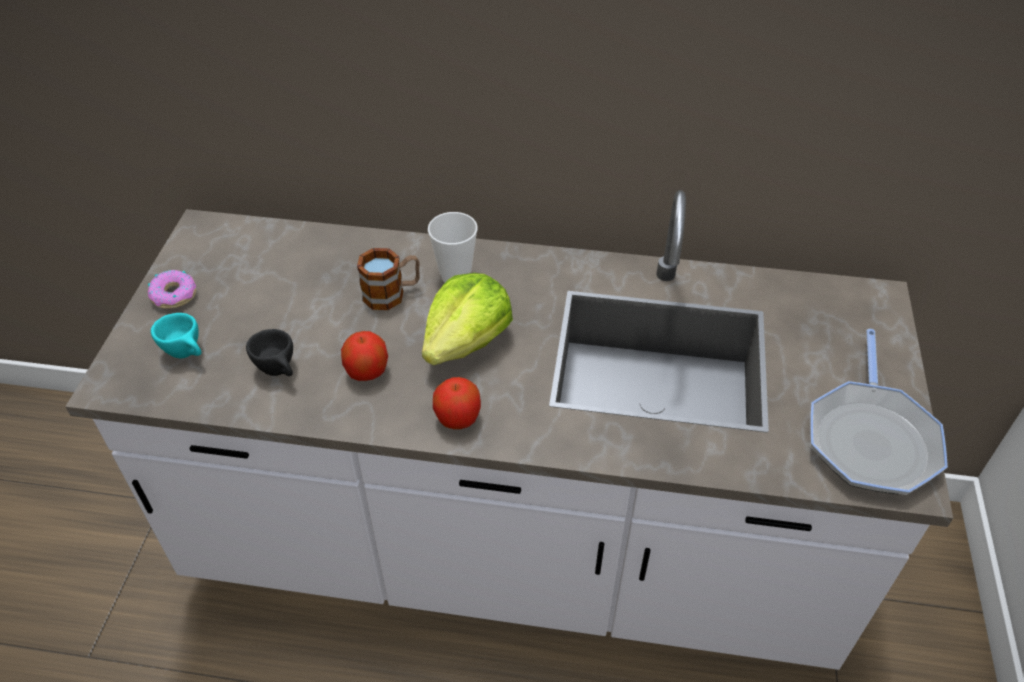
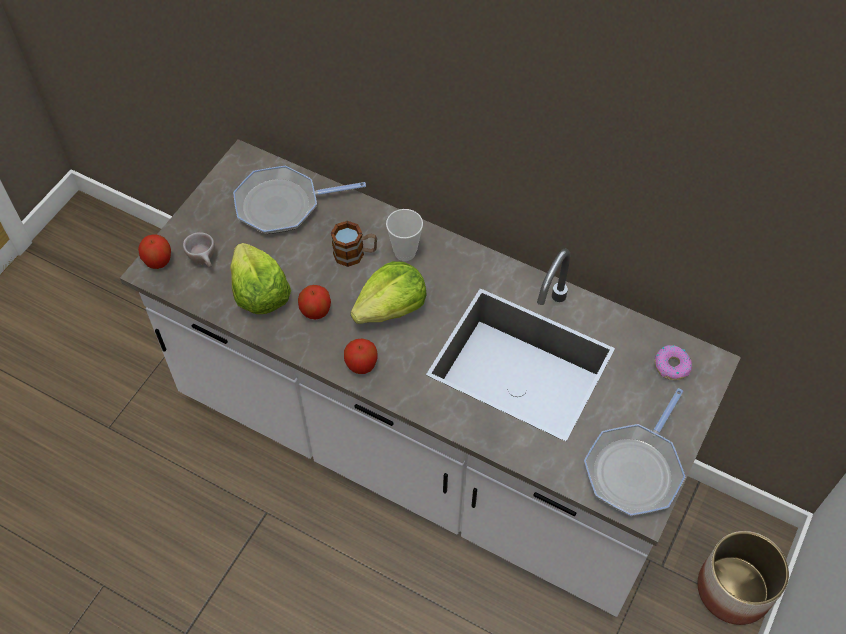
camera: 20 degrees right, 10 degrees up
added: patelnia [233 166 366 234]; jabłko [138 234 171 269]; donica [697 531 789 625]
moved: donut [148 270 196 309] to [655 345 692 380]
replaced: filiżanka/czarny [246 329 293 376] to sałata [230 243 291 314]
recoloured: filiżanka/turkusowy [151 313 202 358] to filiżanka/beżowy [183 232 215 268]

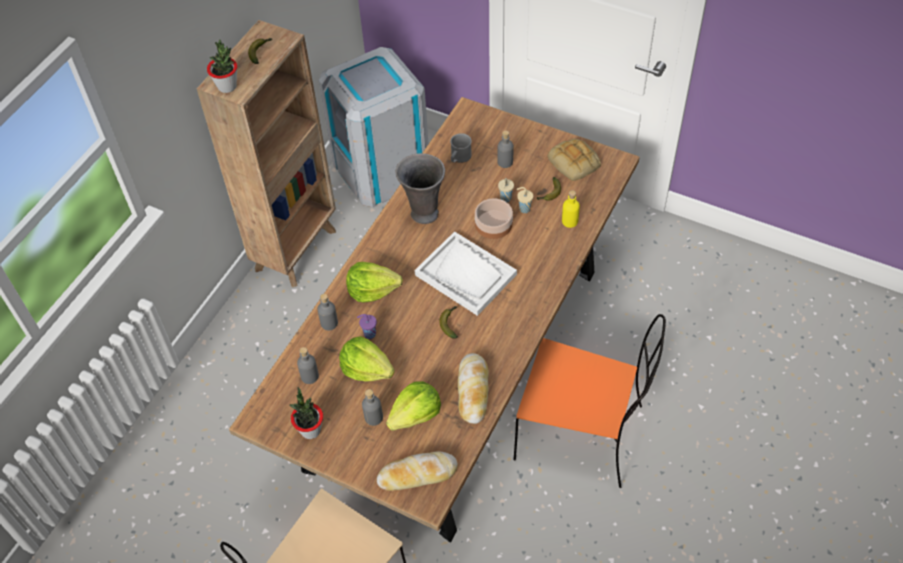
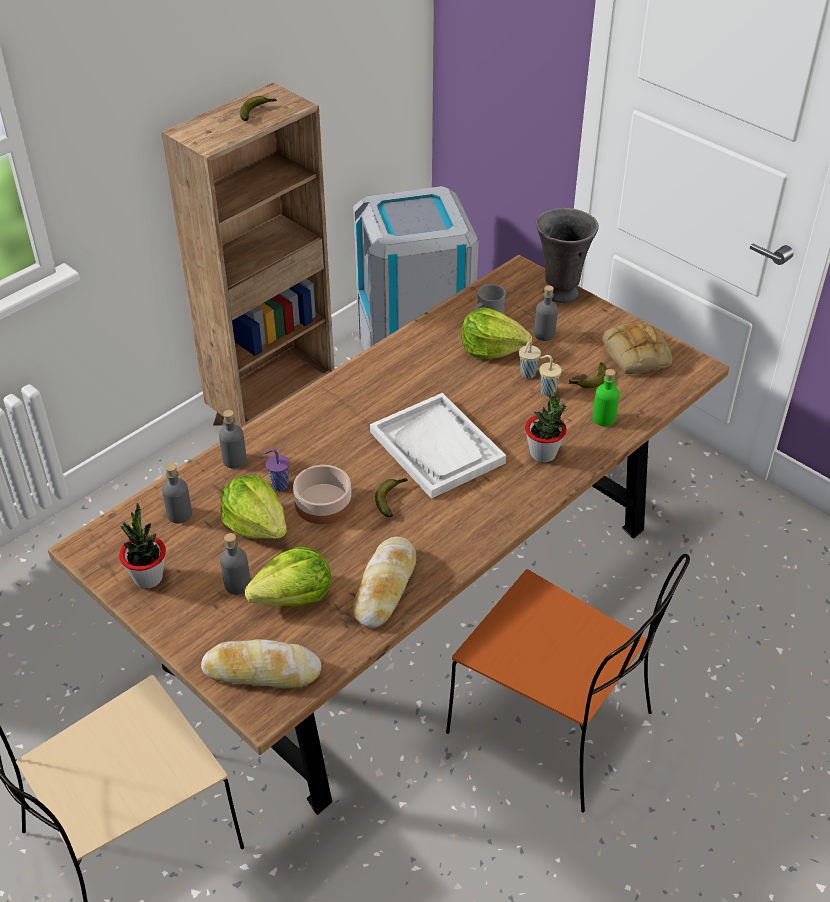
camera: 15 degrees right, 10 degrees down
moved: roślina doniczkowa [207 39 237 93] to [525 392 567 463]; wazon/szary [395 153 445 224] to [536 208 598 303]; miska [475 198 513 239] to [293 465 352 524]; sałata [346 262 403 303] to [461 307 532 359]
recoloured: butelka/żółty [562 190 580 228] to butelka/zielony [592 369 619 427]

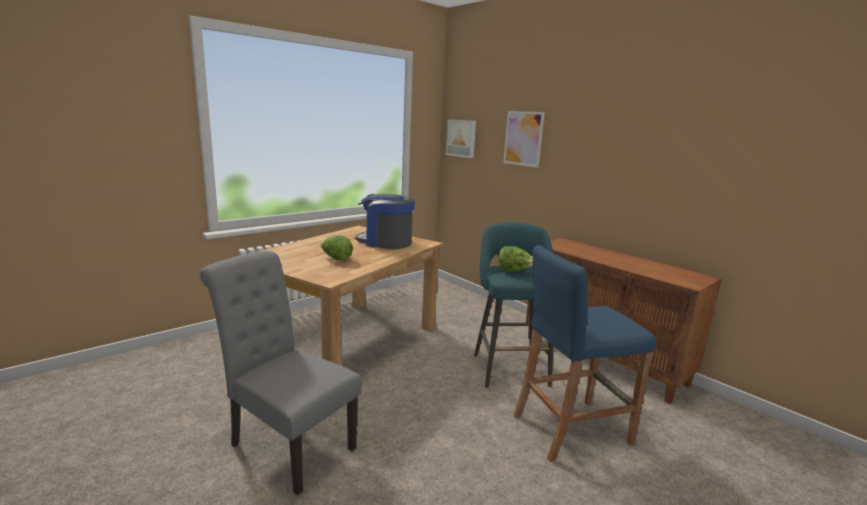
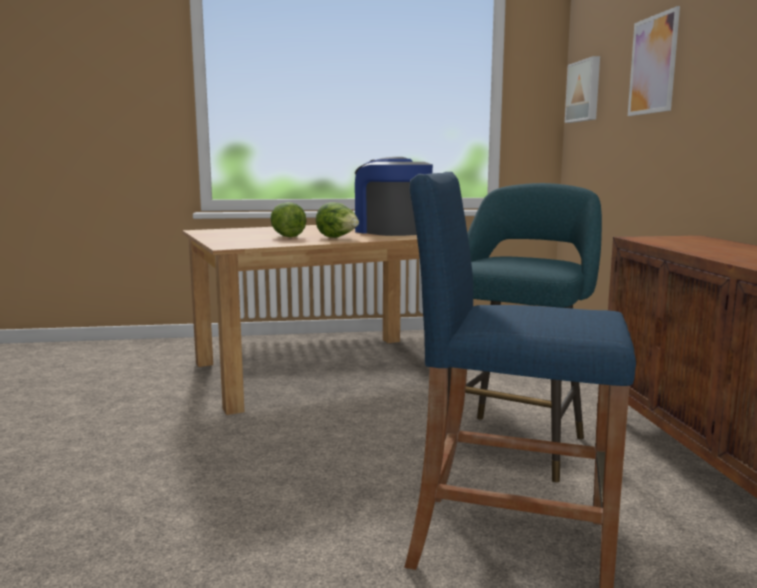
camera: 35 degrees right, 5 degrees down
removed: krzesło/szary [200 251 362 495]
moved: sałata [498 246 533 272] to [316 202 359 238]

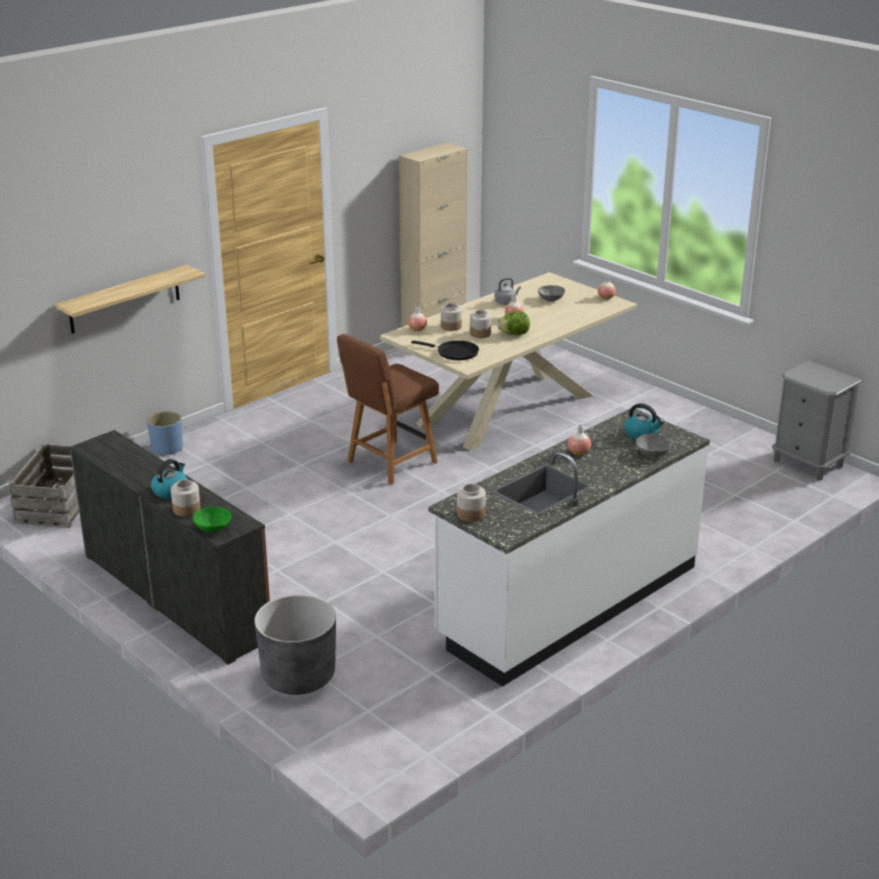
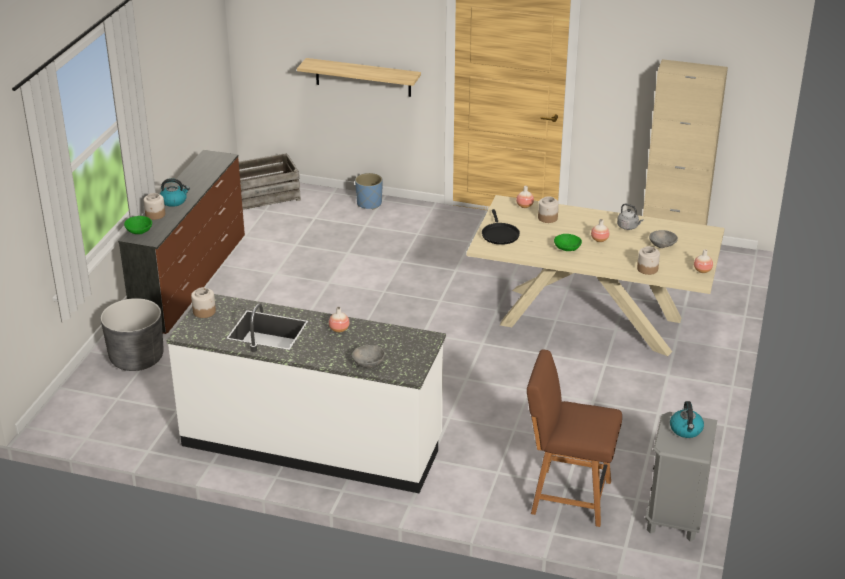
camera: 60 degrees right, 5 degrees up
moved: słoik [470 310 491 338] to [637 246 660 275]; krzesło/brązowy [337 334 439 485] to [527 349 622 527]; czajnik [624 403 665 440] to [670 401 704 438]
replaced: sałata [497 311 530 335] to miska/zielony [554 234 582 251]

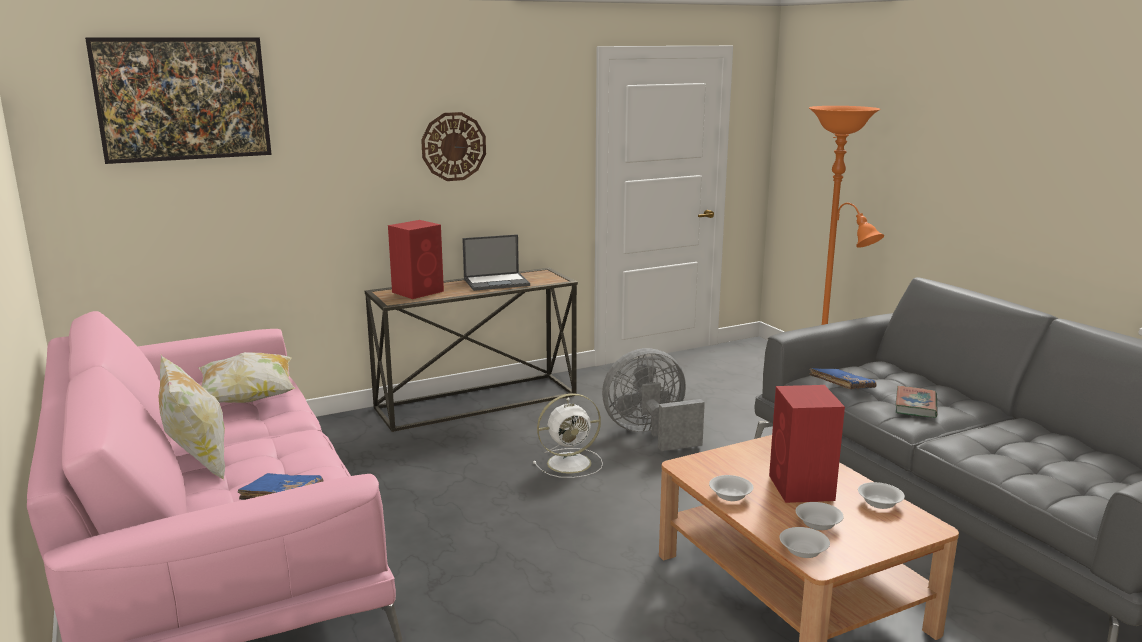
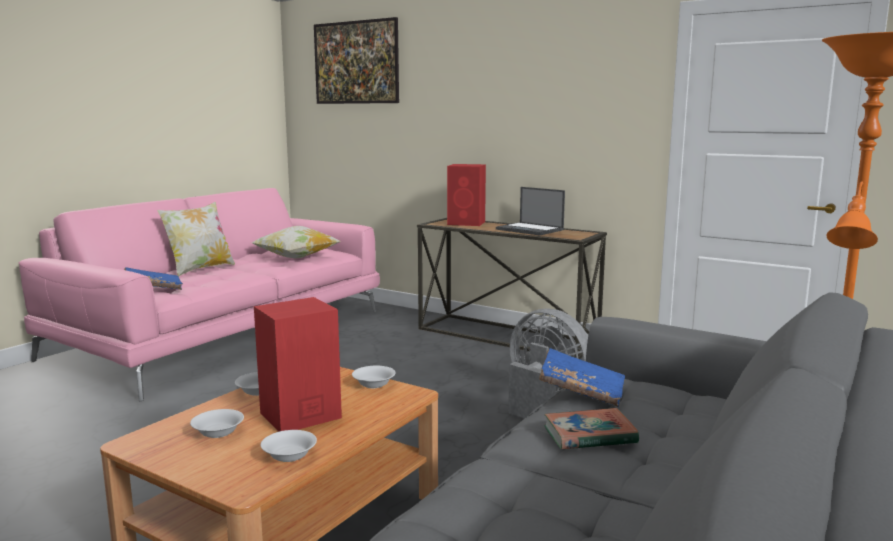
camera: 60 degrees right, 5 degrees down
removed: zegar ścienny [421 112 486 181]; wentylator/biały [533 393 603 478]
moved: miska/biały [779 527 830 558] to [352 366 396 388]

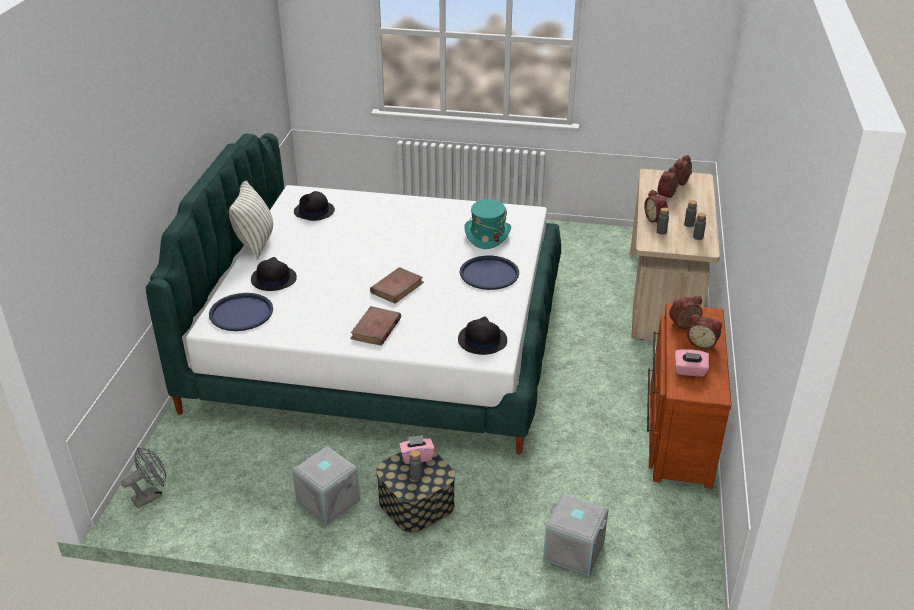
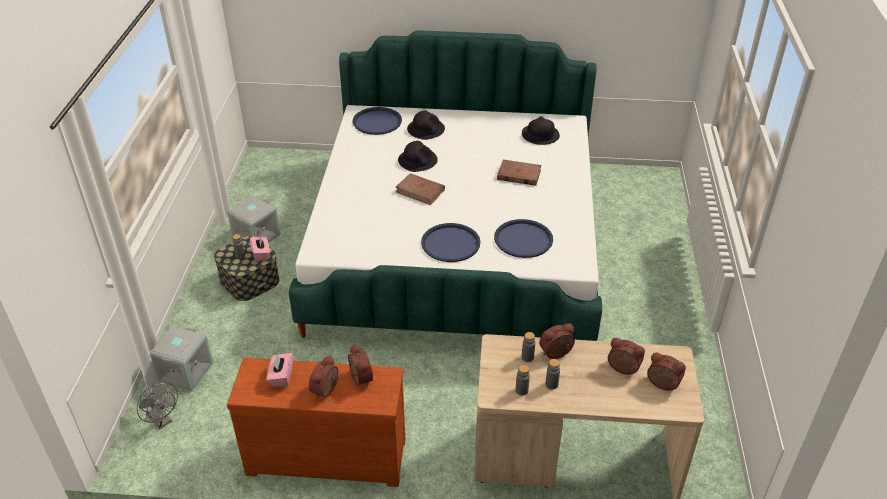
camera: 85 degrees right, 5 degrees up
removed: poduszka [229 181 273 260]
moved: książka/brązowy [350 306 401 346] to [497 160 541 186]; kapelusz/czarny [458 317 507 355] to [398 141 438 172]; wentylator/szary [122 447 167 508] to [137 382 178 429]
replaced: kapelusz/turkusowy [464 199 511 249] to taca/niebieski [494 219 553 258]

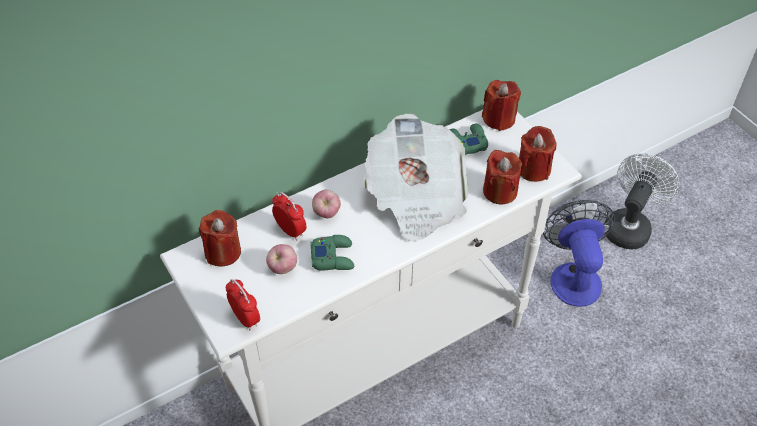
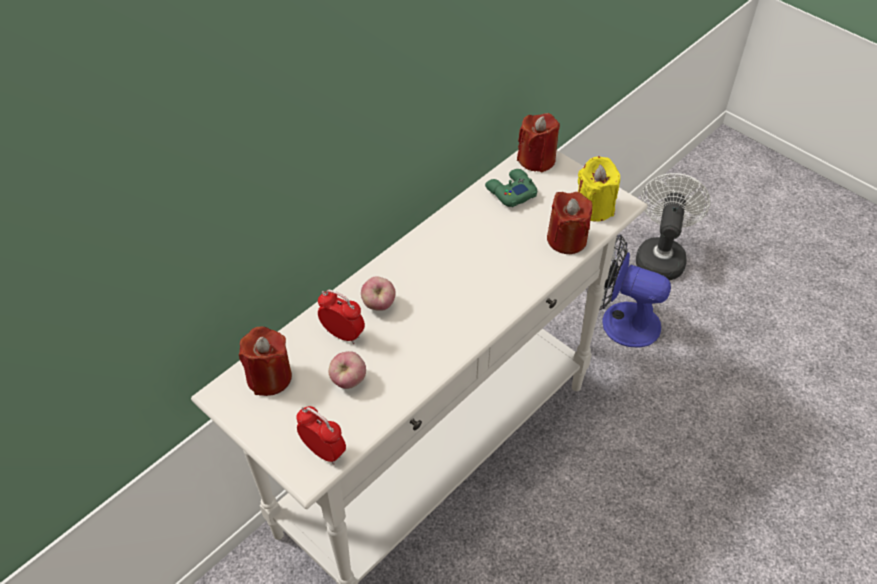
camera: 15 degrees left, 0 degrees up
removed: gazeta [363 114 468 242]; pad do gier/zielony [310 235 354 270]
recoloured: świeca/czerwony [519 126 557 182] to świeca/żółty [578 156 620 222]
turned: wentylator [543 200 615 307] = [599 235 671 348] 45 degrees counterclockwise

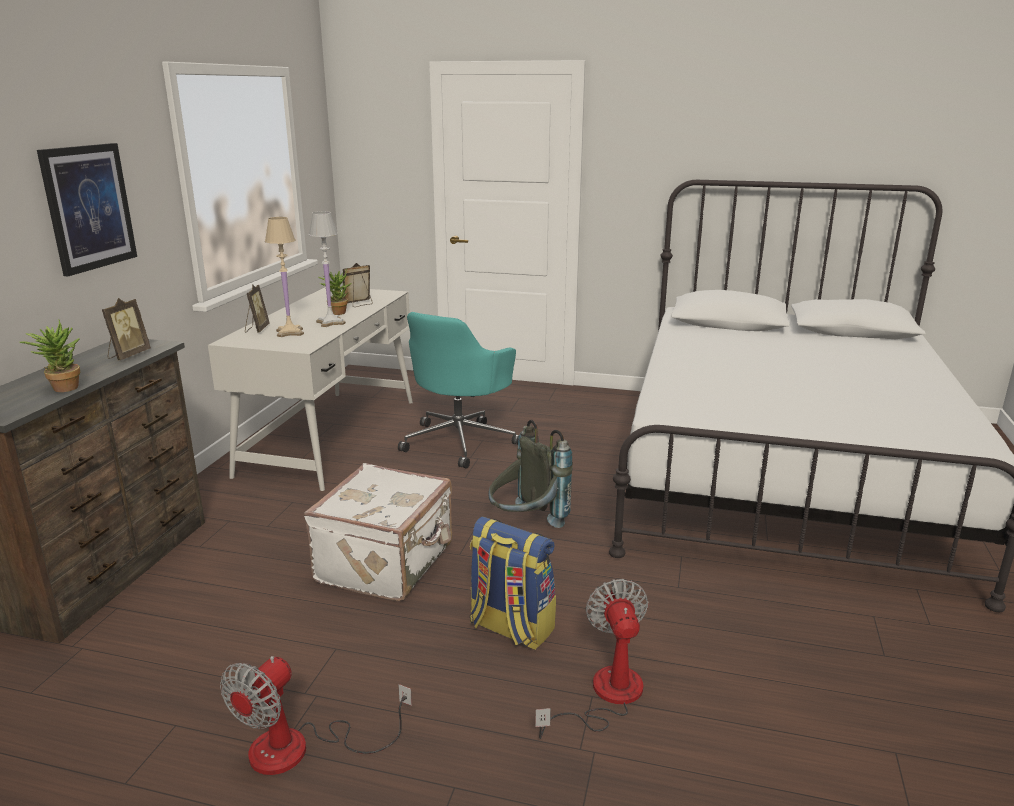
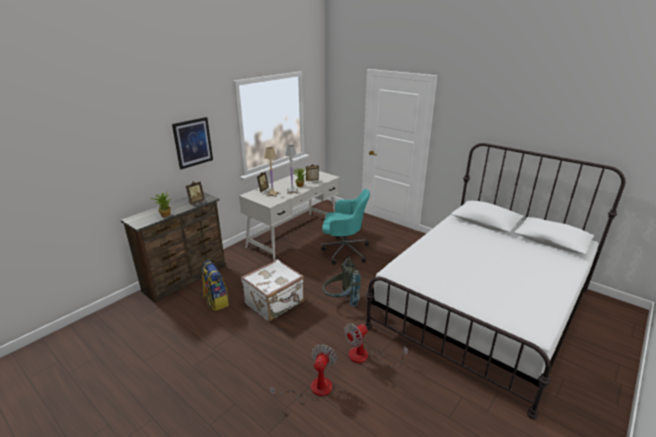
camera: 25 degrees right, 5 degrees up
moved: plecak [470 517 556 650] to [202 260 229 311]; wentylator [220 656 412 775] to [344 323 408 367]
turned: krzesło biurowe/turkusowy [398 312 519 469] = [321 189 370 265] 135 degrees counterclockwise

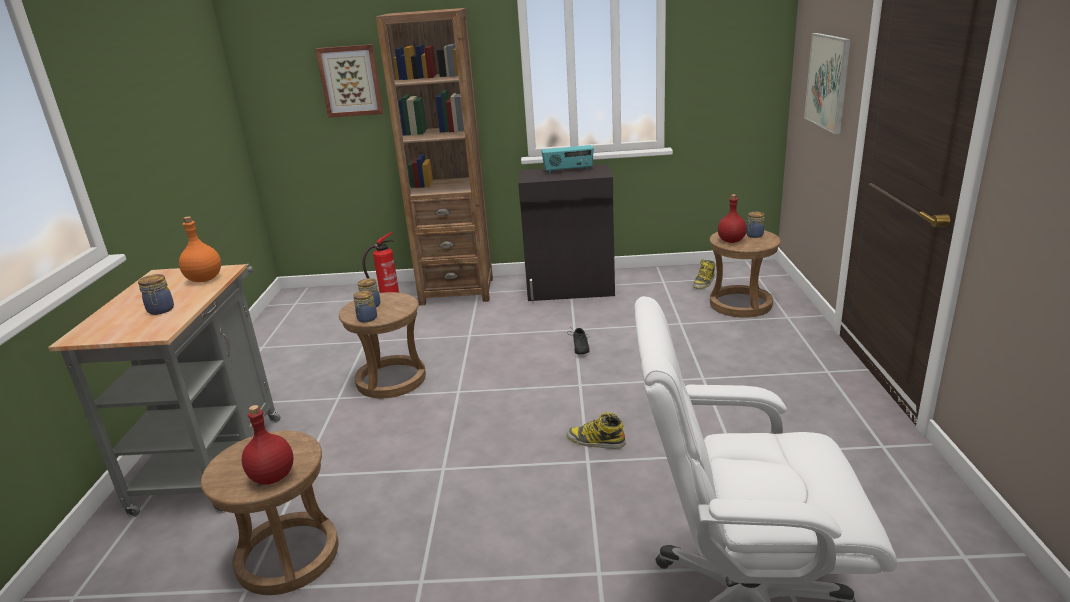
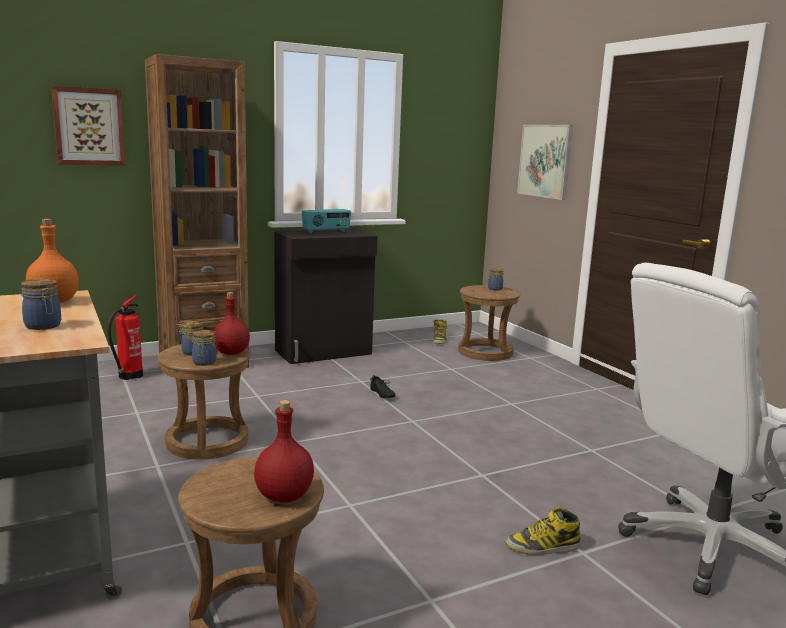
camera: 30 degrees left, 10 degrees down
moved: butelka/czerwony [718 194 747 243] to [214 292 250 355]; but z cholewką [567 412 626 449] to [506 506 581 555]

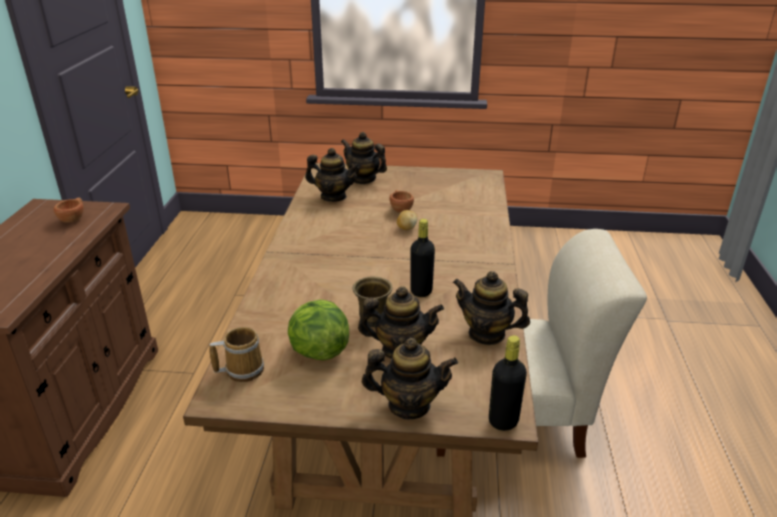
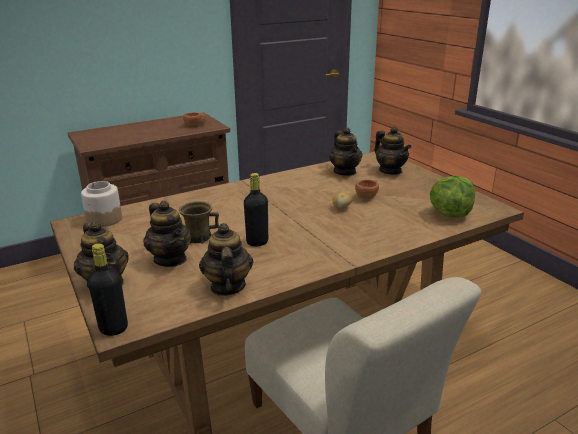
camera: 55 degrees right, 5 degrees down
moved: sałata [288 300 349 361] to [430 176 475 218]
replaced: kubek [209 327 264 382] to słoik [81 181 122 227]
turned: imbryk [341 132 387 184] = [374 127 411 175] 150 degrees clockwise

